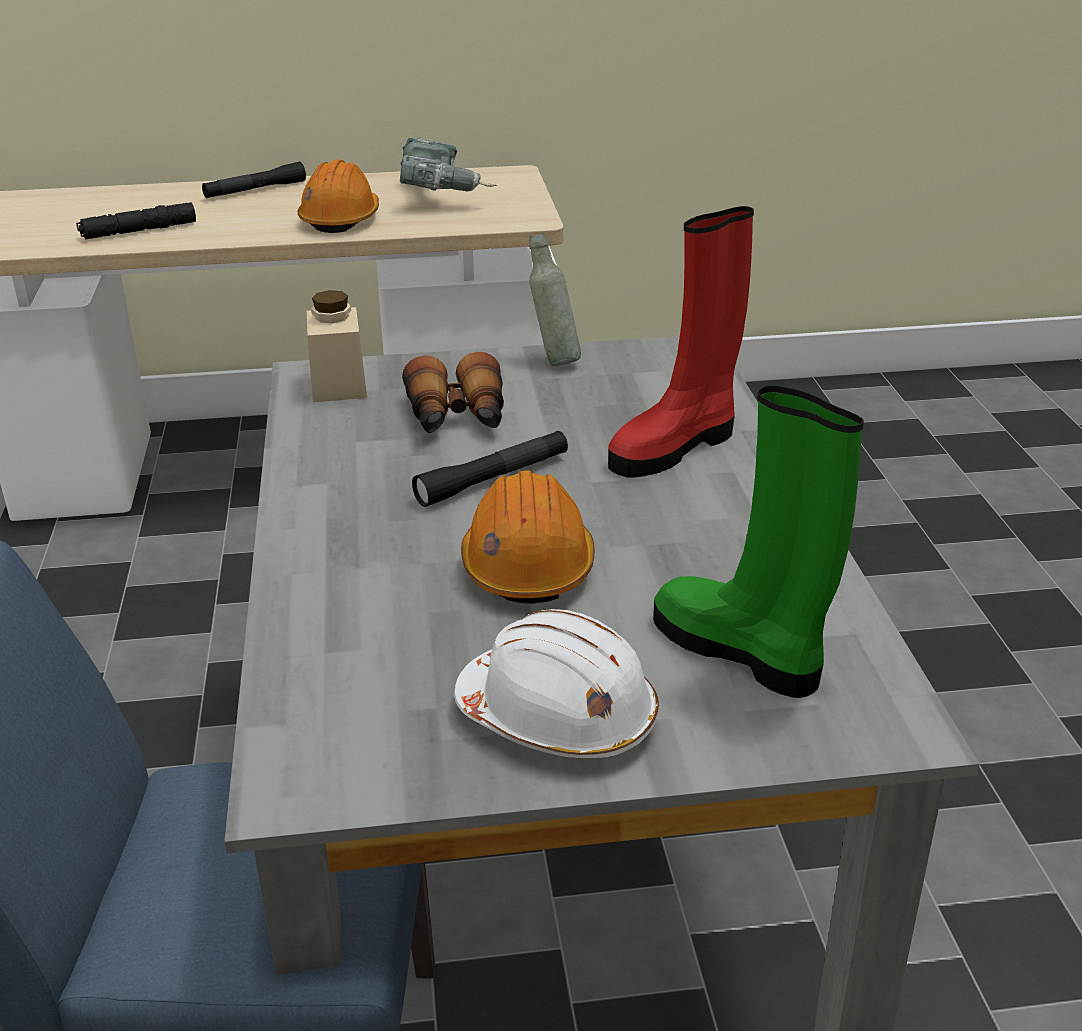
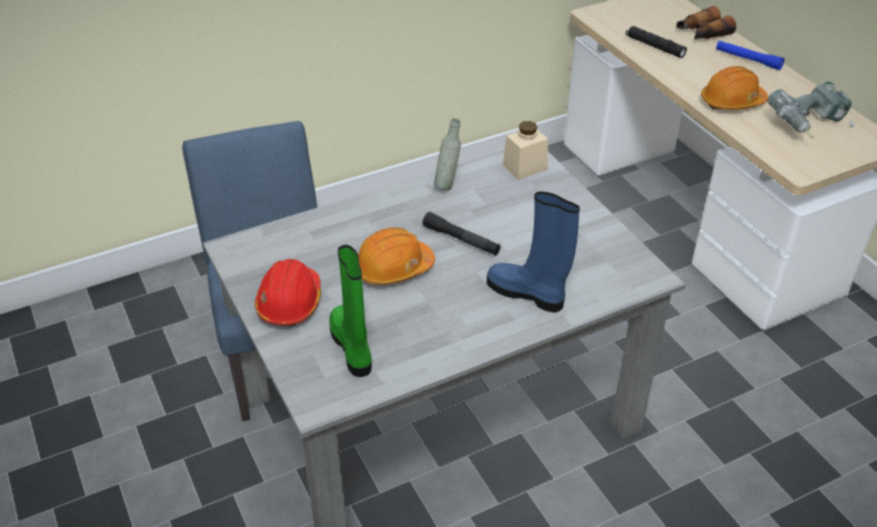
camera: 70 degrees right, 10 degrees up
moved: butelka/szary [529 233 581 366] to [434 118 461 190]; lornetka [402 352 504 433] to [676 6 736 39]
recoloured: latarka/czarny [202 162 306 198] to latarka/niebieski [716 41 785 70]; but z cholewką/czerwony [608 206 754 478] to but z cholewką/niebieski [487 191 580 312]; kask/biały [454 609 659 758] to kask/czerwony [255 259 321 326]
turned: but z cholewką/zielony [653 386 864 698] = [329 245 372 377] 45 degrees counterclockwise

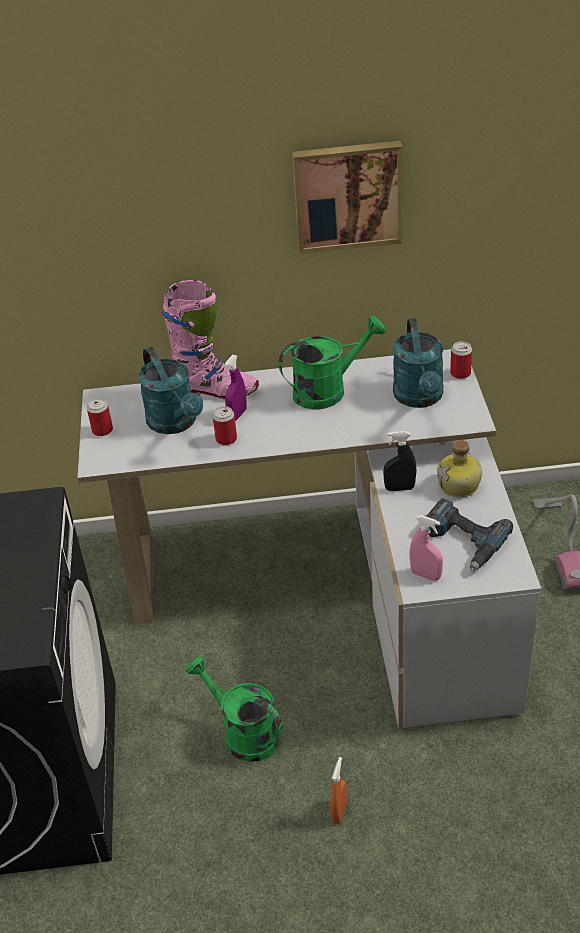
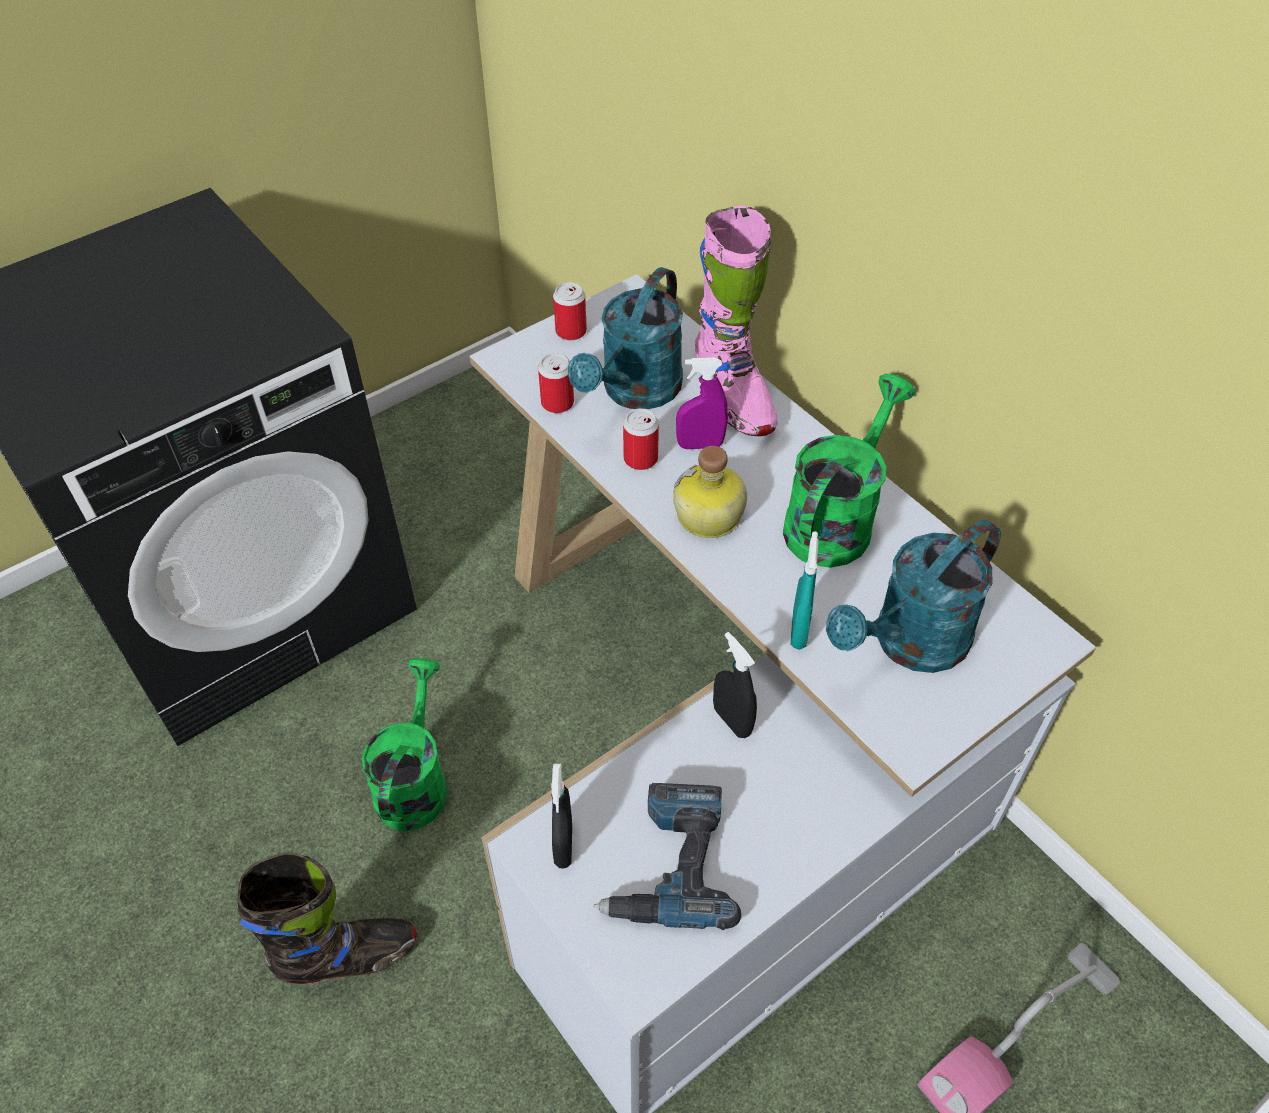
camera: 55 degrees right, 10 degrees up
removed: obraz [292 141 403 254]
added: spryskiwacz/turkusowy [790 531 818 649]
moved: puszka [450 341 472 379] to [538 353 574 413]; butelka [437 440 482 497] to [673 446 747 538]
replaced: spryskiwacz/pomarańczowy [330 757 347 824] to but z cholewką/czarny [237 852 417 984]
recoloured: spryskiwacz/różowy [409 515 443 581] to spryskiwacz/czarny [551 764 572 869]
turned: konewka/zielony [279 316 386 410] = [783 374 916 568] 90 degrees counterclockwise

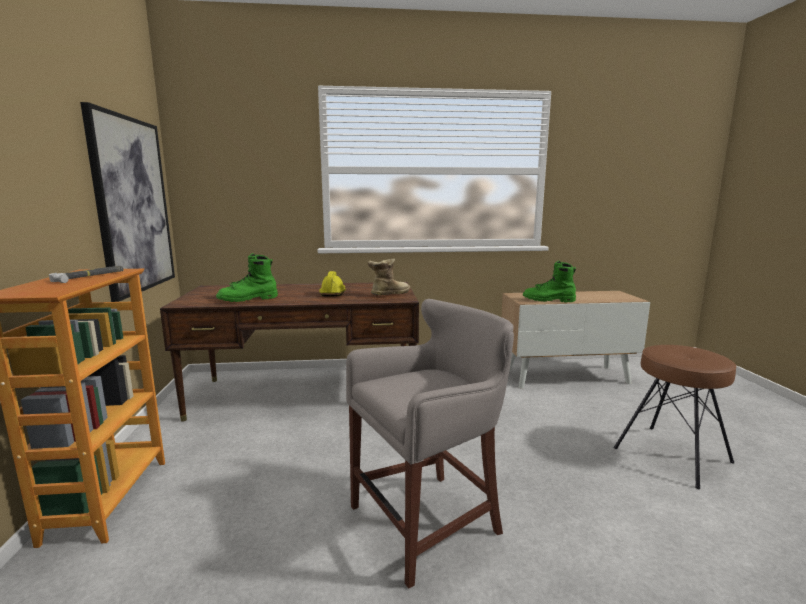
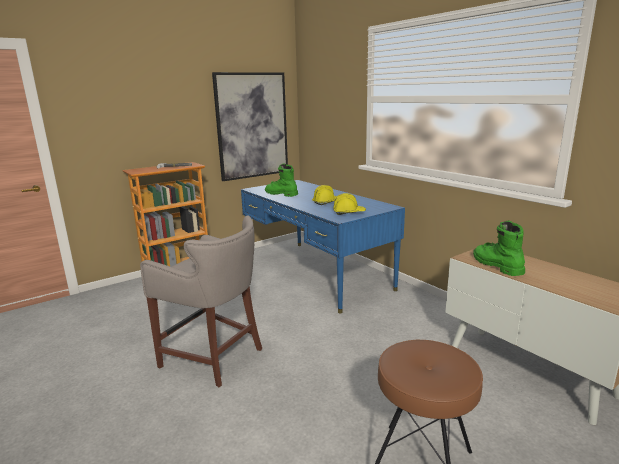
camera: 60 degrees right, 5 degrees up
replaced: but z cholewką [368 259 410 295] to kask/żółty [333 193 366 215]
recoloured: biurko/brązowy [160 282 419 422] to biurko/niebieski [241 180 405 313]

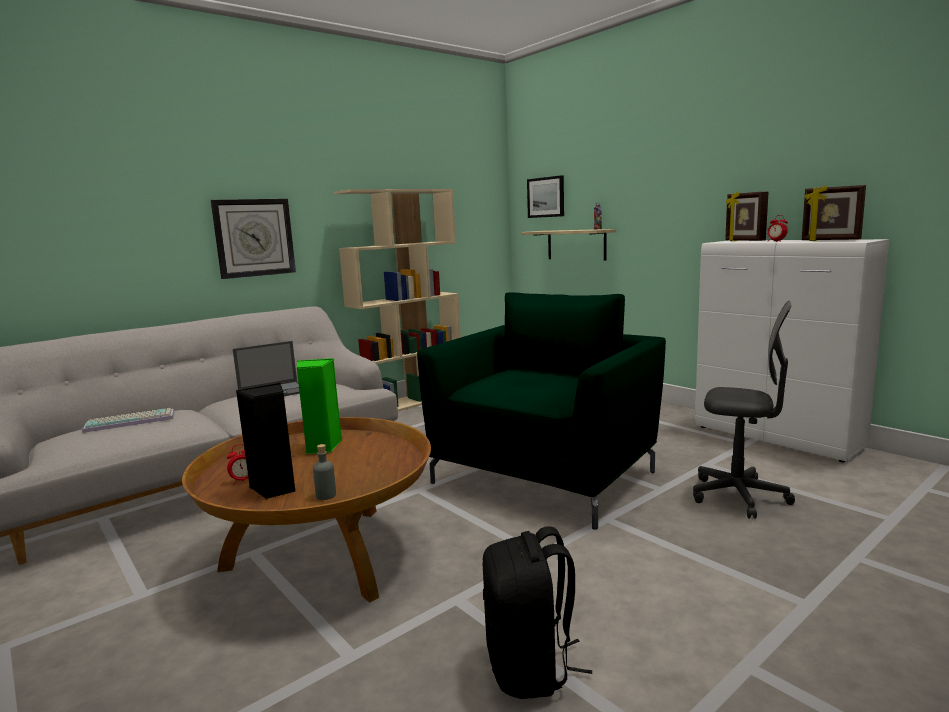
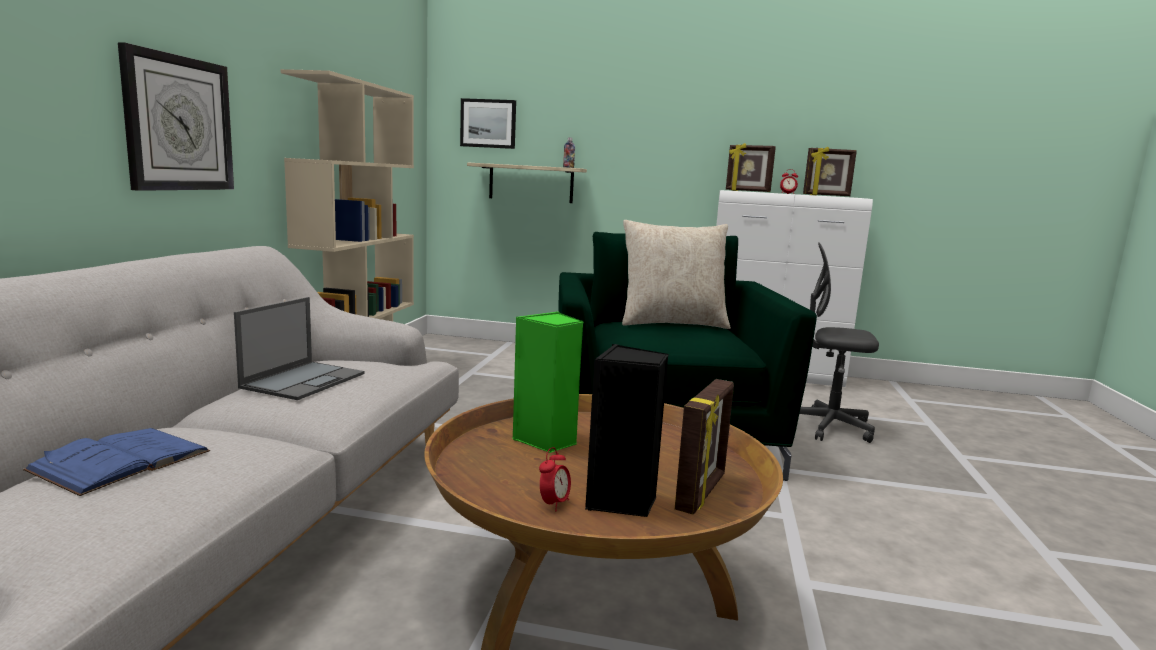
camera: 40 degrees left, 0 degrees up
removed: plecak/czarny [483 526 592 699]
added: poduszka/beżowy [622 220 731 329]
replaced: klawiatura [82 408 174 433] to książka/niebieski [23 428 210 496]; butelka/szary [313 444 336 500] to ramka na zdjęcie [675 379 734 515]
turned: krzesło biurowe/szary [693 301 795 519] = [799 242 879 443] 150 degrees counterclockwise

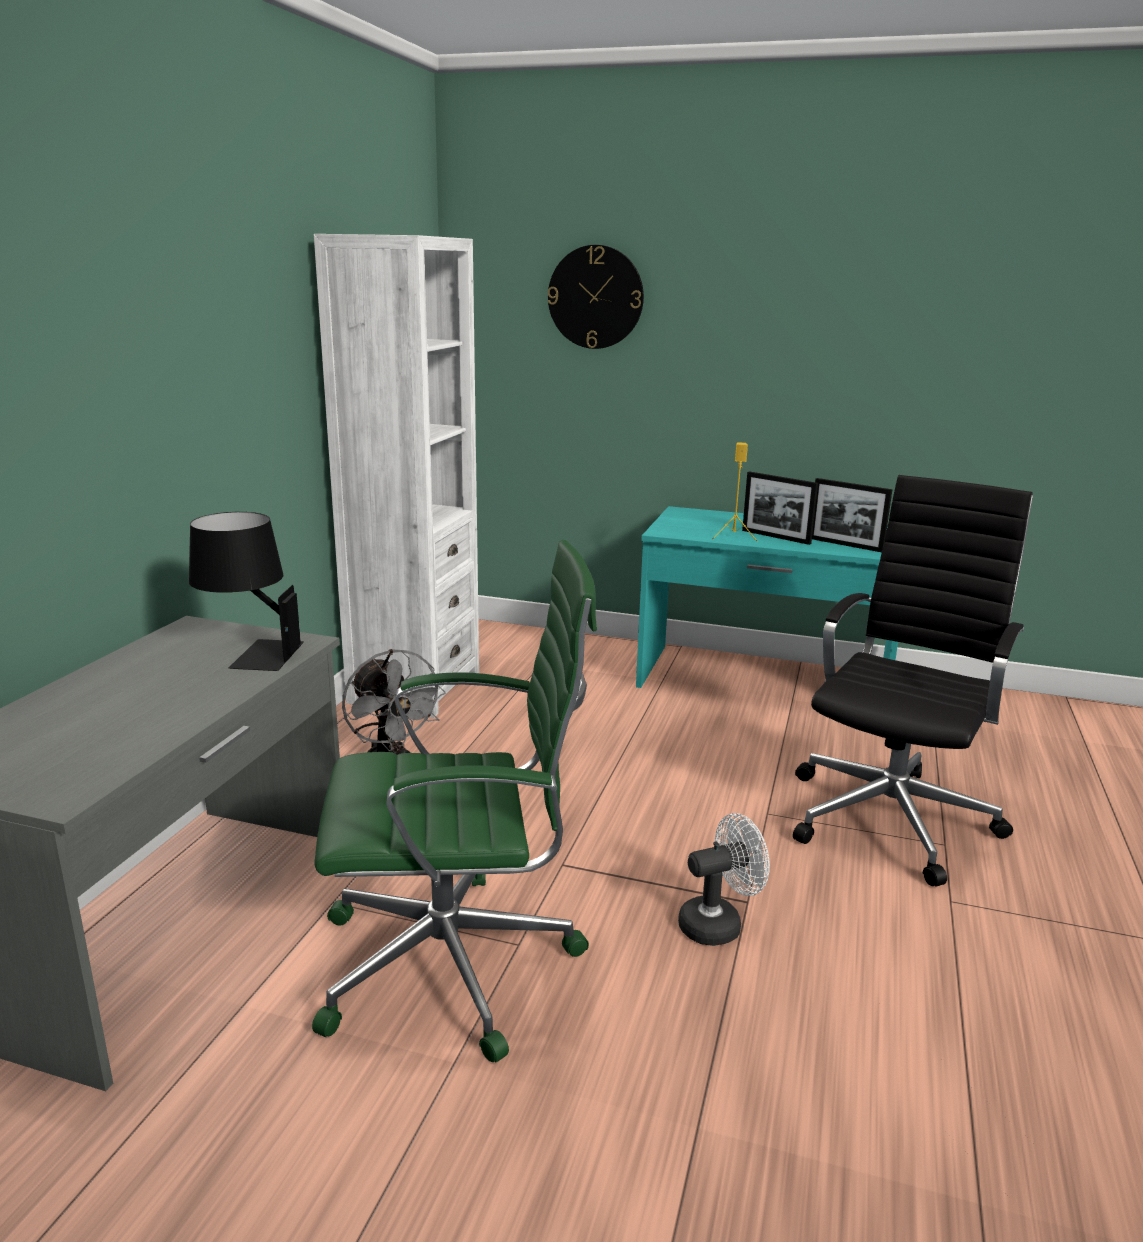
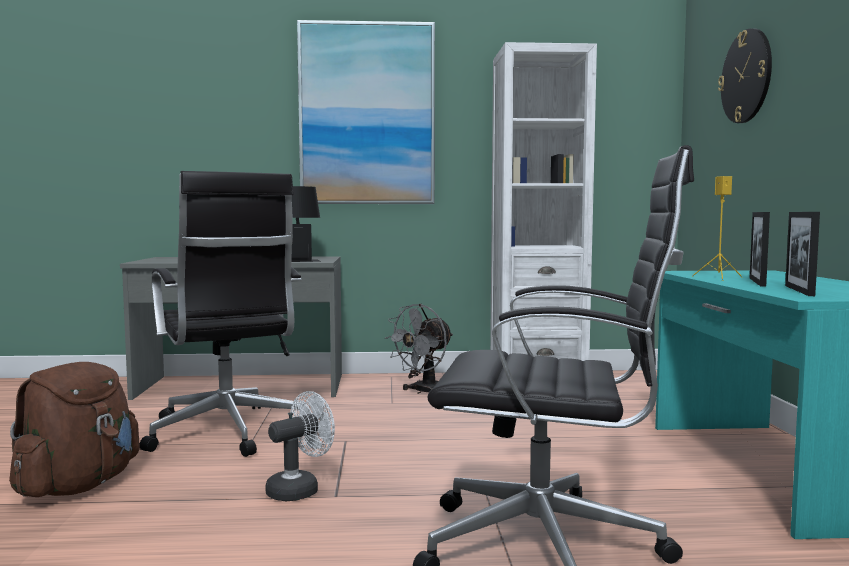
camera: 70 degrees right, 15 degrees down
added: obraz [297 20 435 204]; plecak/brązowy [9 362 140 497]
recoloured: krzesło biurowe/zielony [312 540 597 1063] to krzesło biurowe/czarny [140 171 302 457]
turned: wentylator/biały [678 813 770 946] = [266 391 335 501] 90 degrees counterclockwise

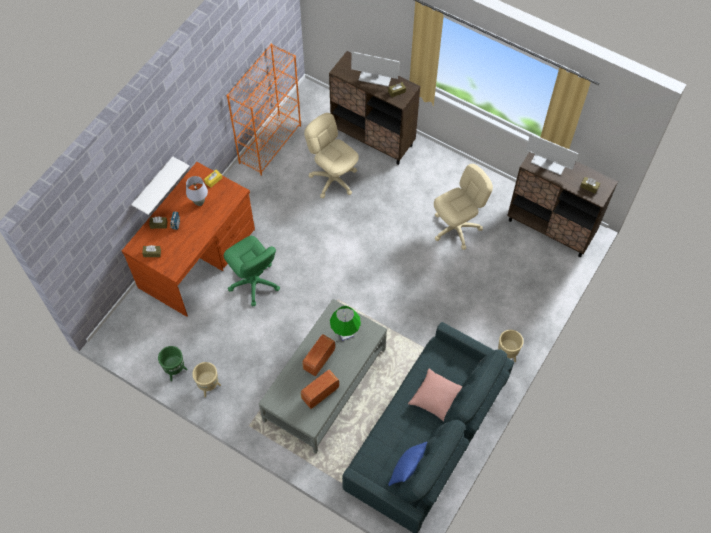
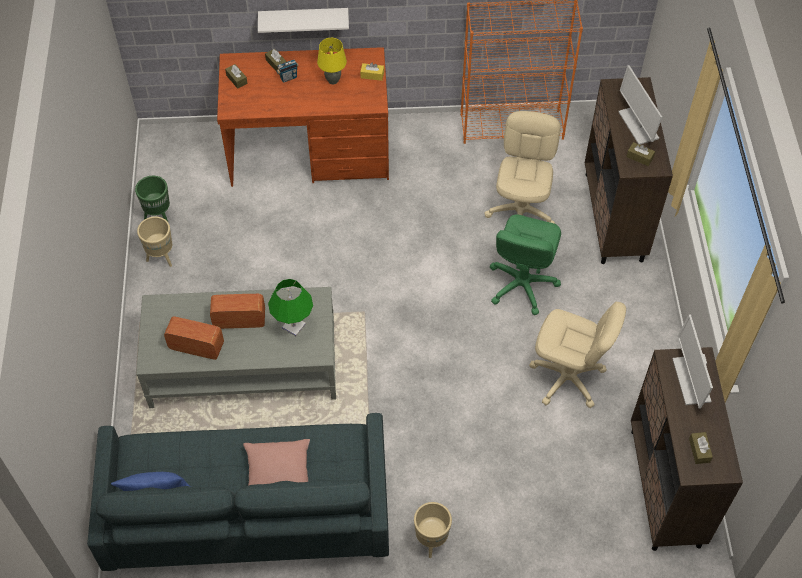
camera: 55 degrees right, 5 degrees down
moved: krzesło biurowe/zielony [224 236 280 306] to [490 215 561 315]
recoloured: lampa stołowa/szary [186 176 208 206] to lampa stołowa/żółty [317 38 347 84]

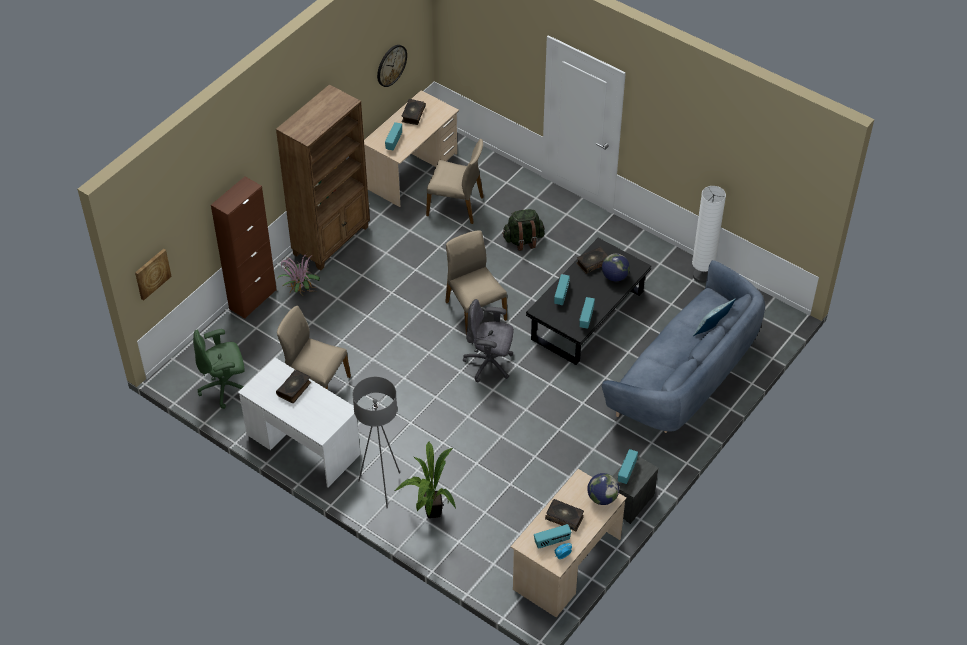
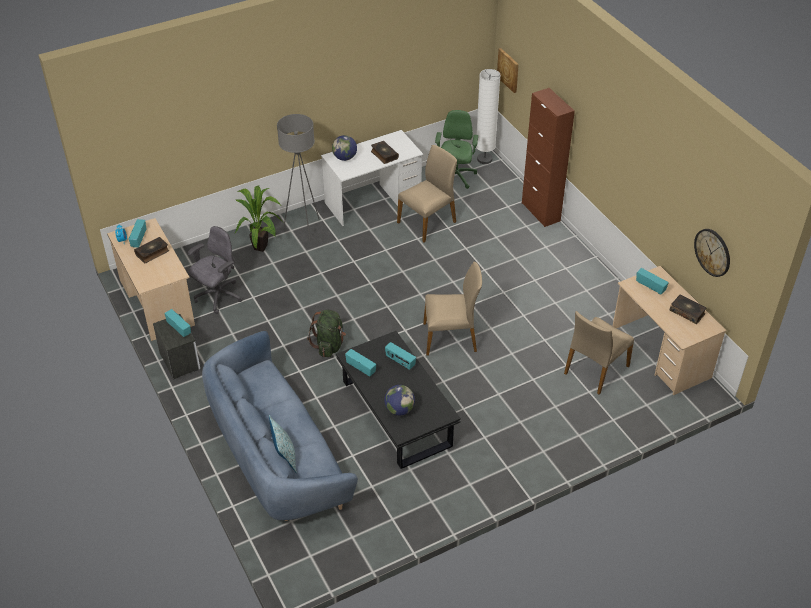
camera: 115 degrees right, 5 degrees down
removed: regał/brązowy [276 84 370 270]; książka [576 247 608 274]; roślina doniczkowa [278 253 320 294]
moved: lampa stojąca/biały [692 186 726 283] to [476 69 501 164]; plecak/zielony [502 209 545 251] to [307 310 346 357]; krzesło biurowe/szary [463 299 514 382] to [188 226 242 314]; globus [587 473 619 505] to [332 135 357 161]

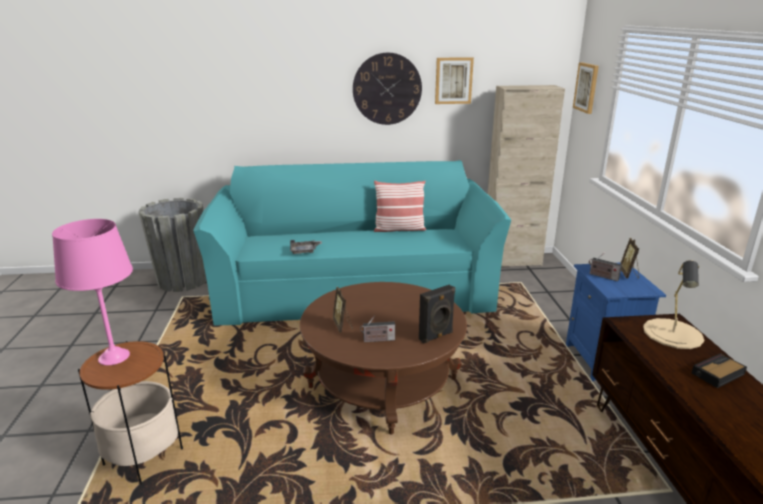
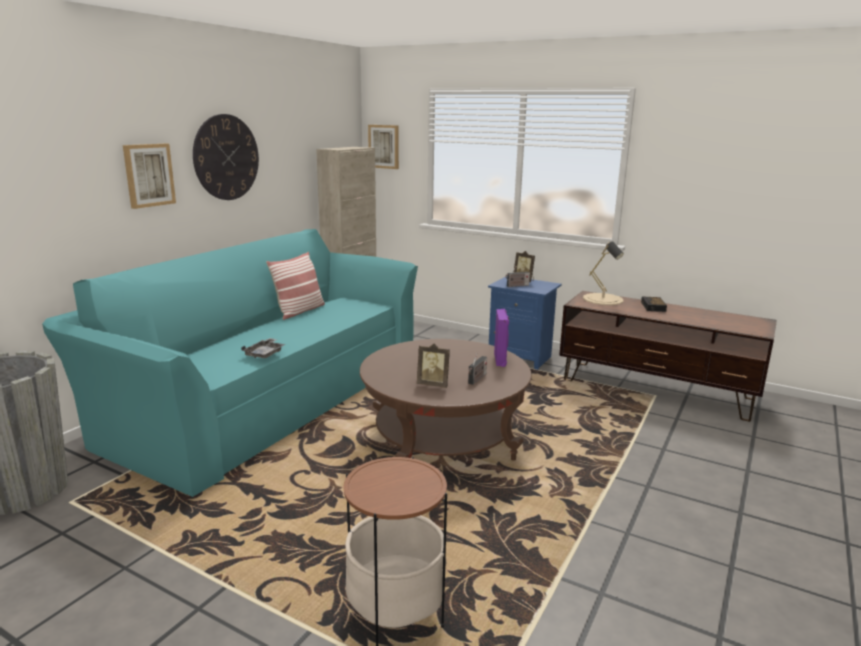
camera: 55 degrees left, 5 degrees down
removed: lampa stołowa/różowy [52 219 133 365]
moved: obraz [435 57 474 104] to [123 144 176 209]
recoloured: głośnik/czarny [419 285 455 344] to głośnik/fioletowy [494 309 509 367]

